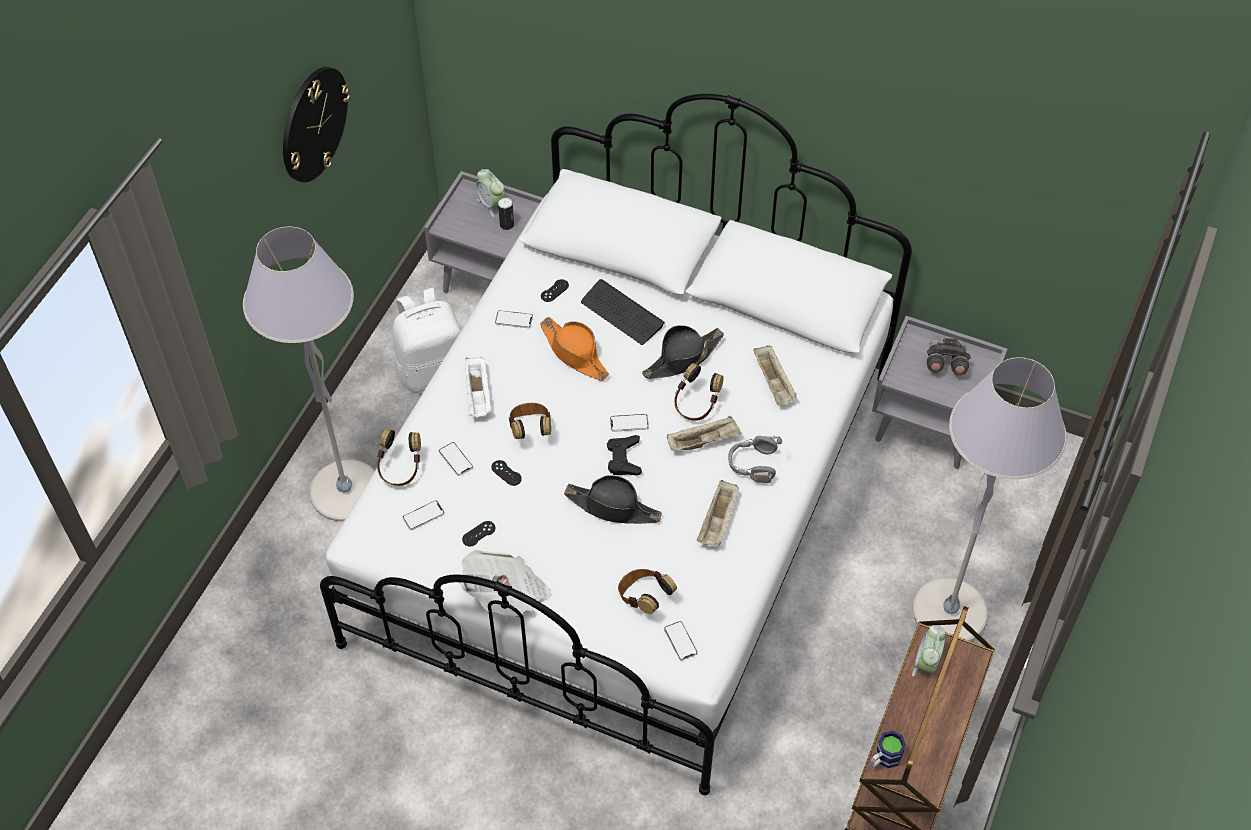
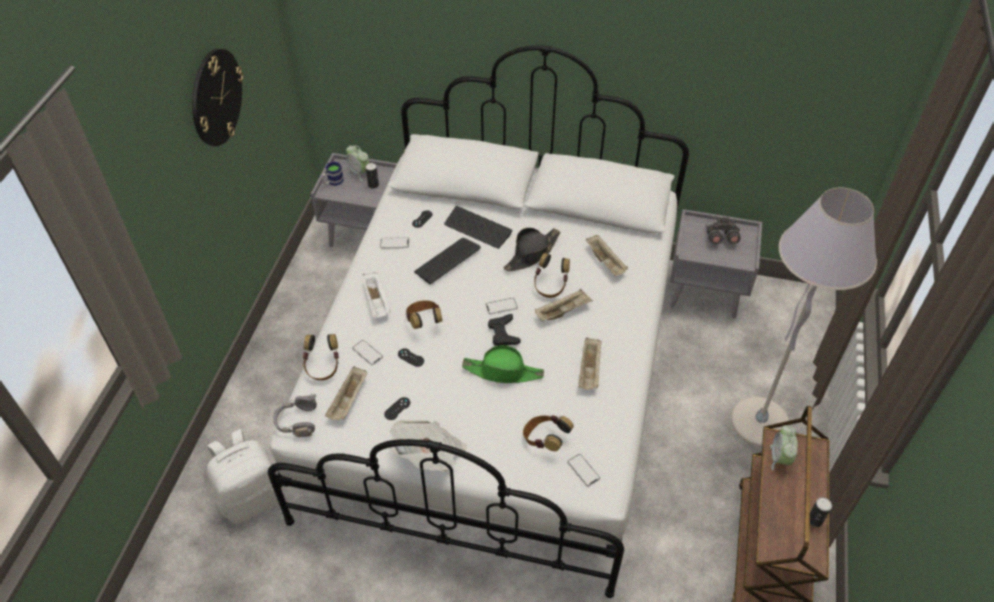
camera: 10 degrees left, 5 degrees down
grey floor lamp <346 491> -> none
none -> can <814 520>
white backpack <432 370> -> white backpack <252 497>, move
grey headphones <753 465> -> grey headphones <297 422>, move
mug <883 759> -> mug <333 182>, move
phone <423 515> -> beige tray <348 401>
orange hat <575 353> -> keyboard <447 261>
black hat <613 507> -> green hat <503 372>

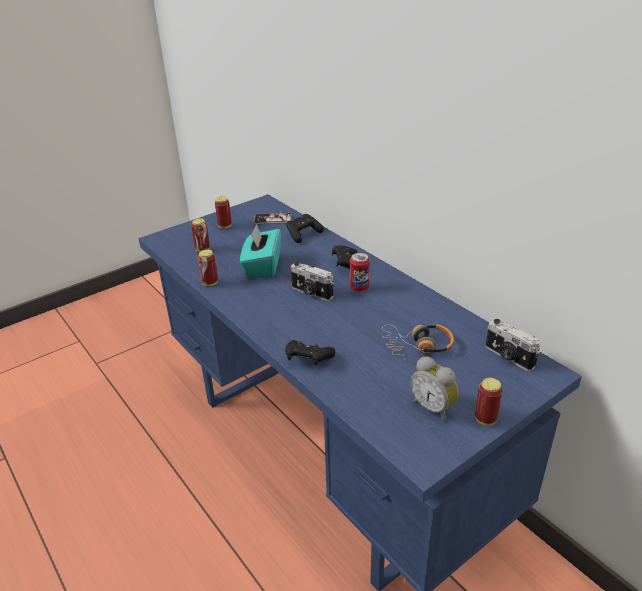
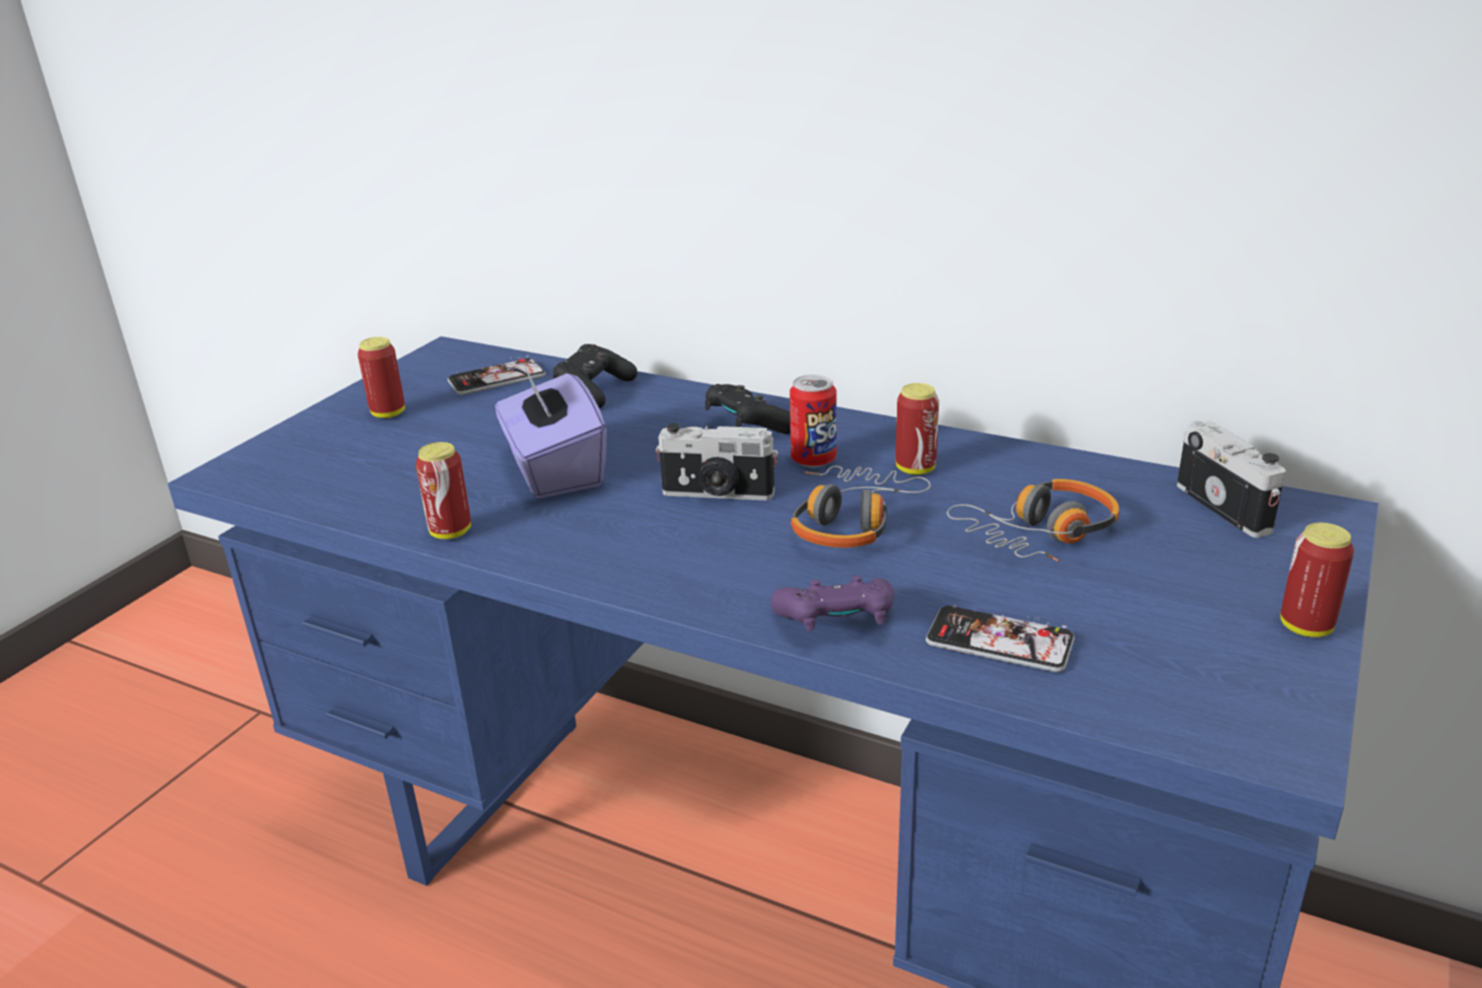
camera: 25 degrees left, 5 degrees down
alarm clock <433 407> -> none
none -> headphones <851 520>
none -> phone <999 641>
can <202 250> -> can <915 469>, move
turquoise tissue box <262 267> -> purple tissue box <554 471>
black game controller <308 360> -> purple game controller <837 624>
photo camera <508 357> -> photo camera <1226 507>, 135 degrees counterclockwise

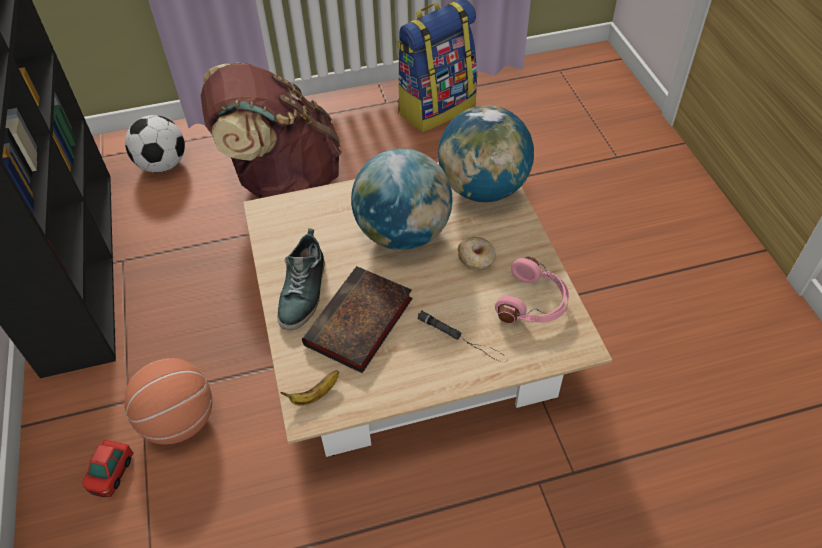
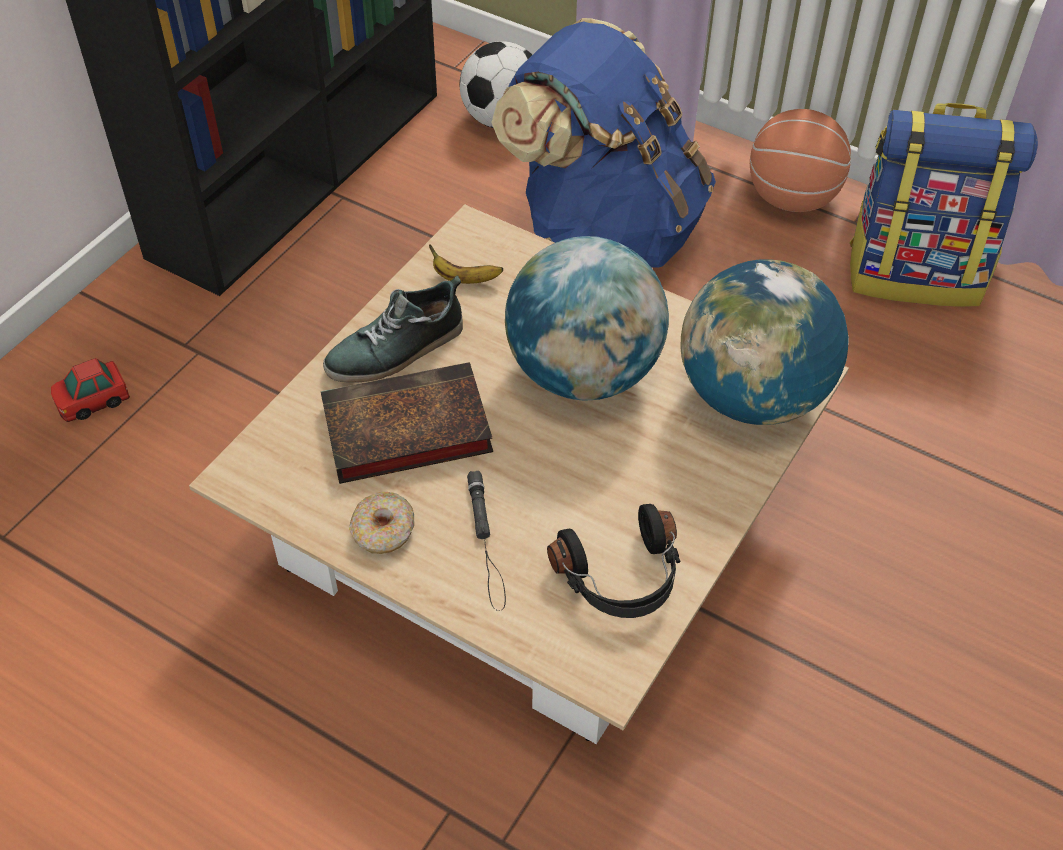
camera: 45 degrees right, 0 degrees up
basketball <180 420> -> basketball <792 198>, move
banana <315 395> -> banana <464 279>, move
donut <476 258> -> donut <383 531>, move
brown backpack <282 182> -> blue backpack <604 231>
pink headphones <533 303> -> black headphones <621 578>

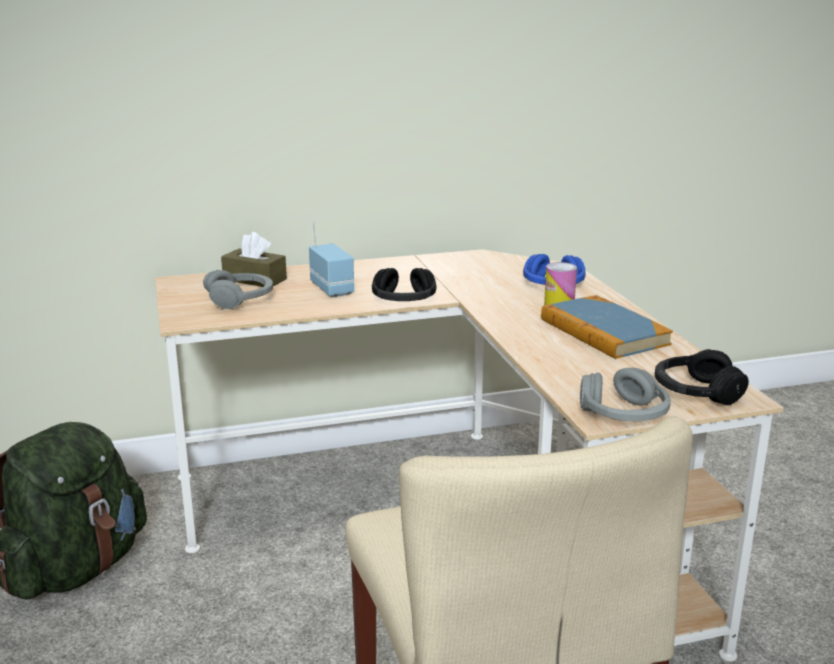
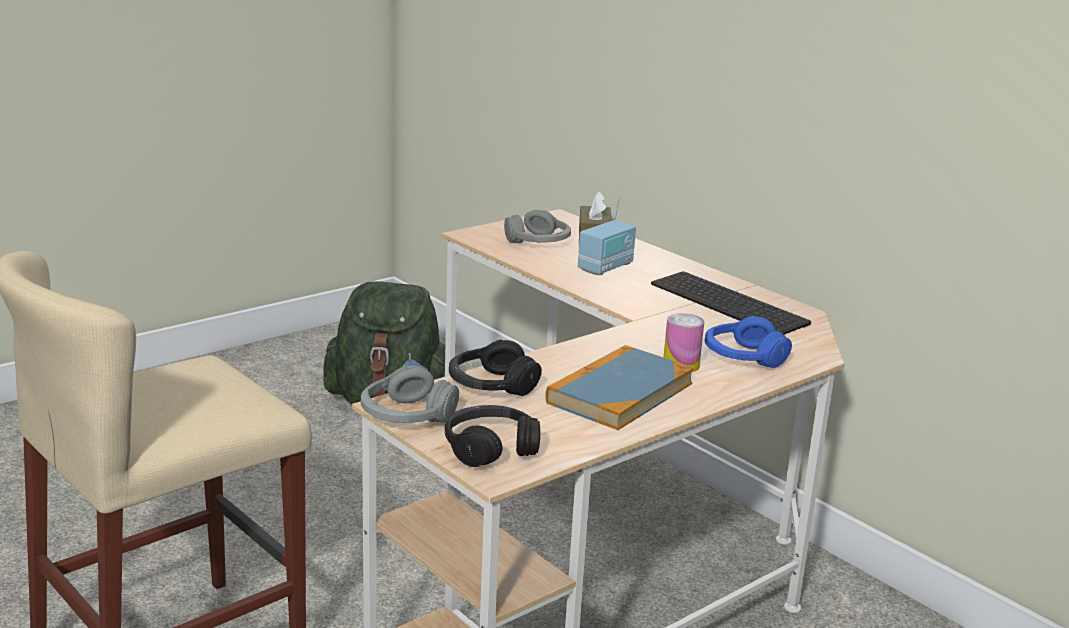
camera: 65 degrees right, 0 degrees up
none -> keyboard <731 303>
black headphones <404 300> -> black headphones <491 385>, move

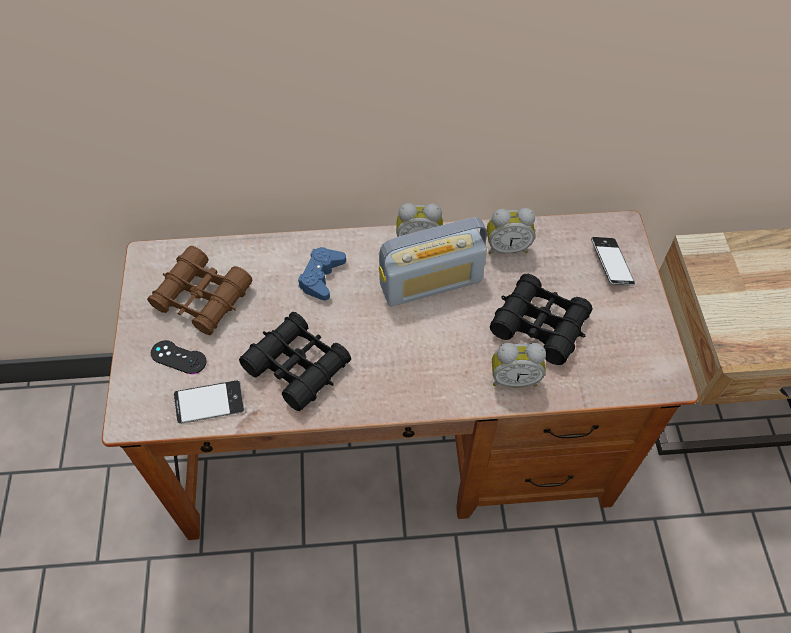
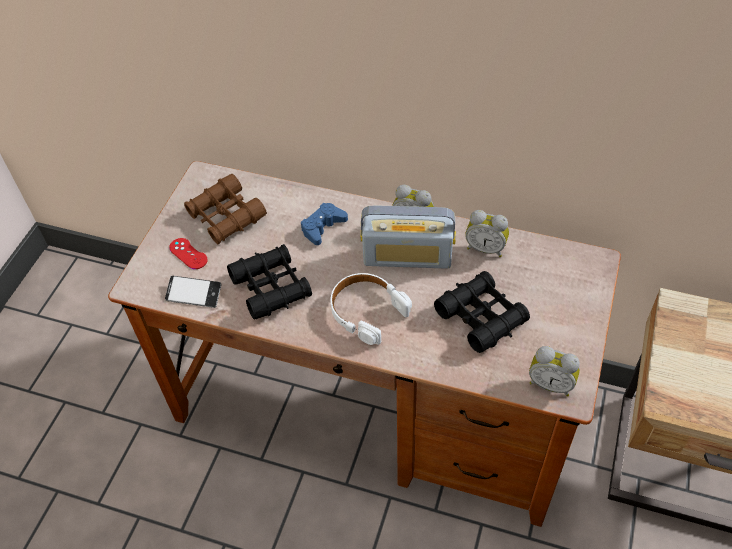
camera: 25 degrees right, 5 degrees down
phone <611 264> -> none
none -> white headphones <367 311>
alarm clock <513 378> -> alarm clock <550 383>, move
black game controller <178 357> -> red game controller <188 254>

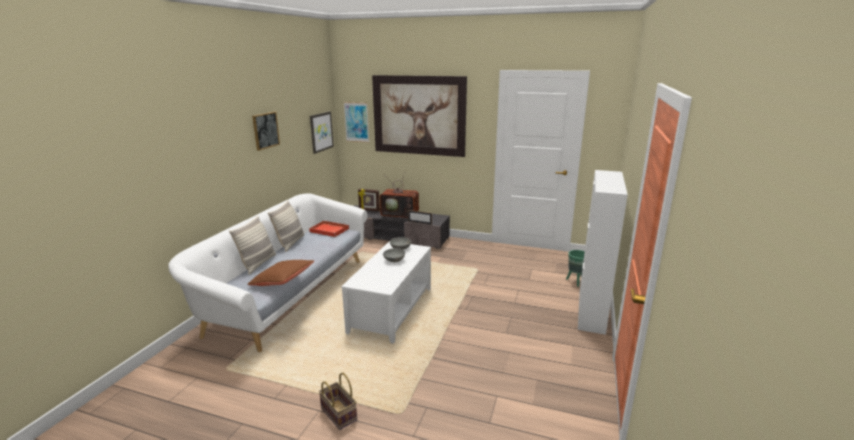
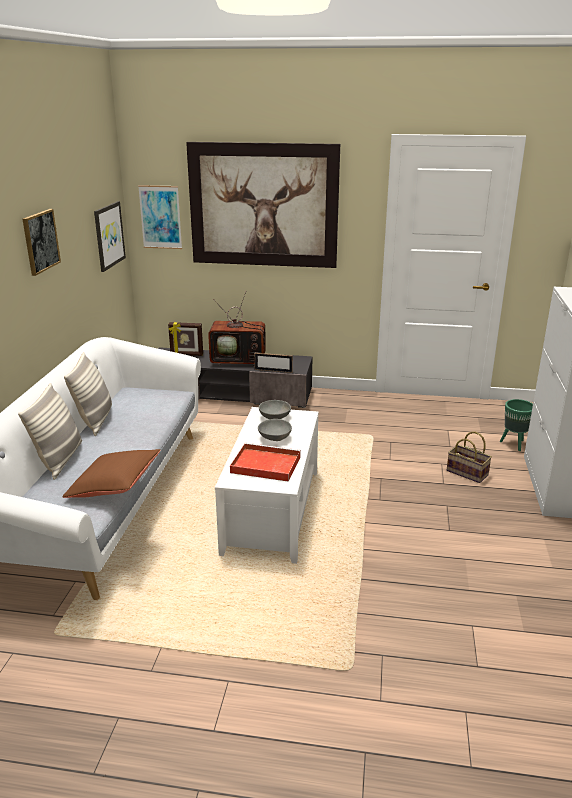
camera: 10 degrees left, 5 degrees up
red tray <328 230> -> red tray <264 465>, move
basket <340 414> -> basket <468 473>, move

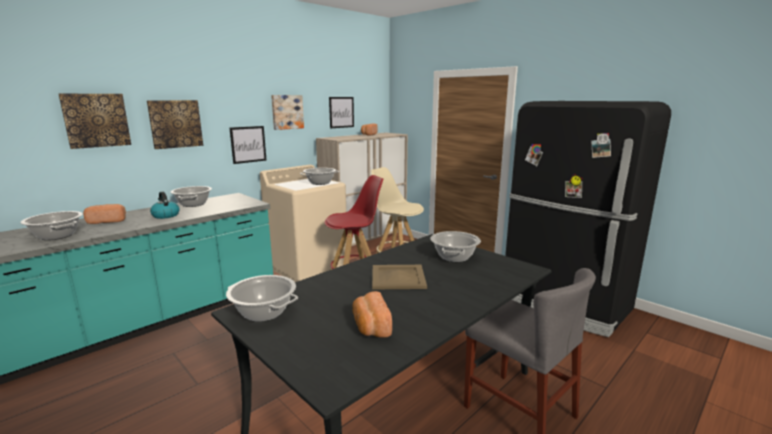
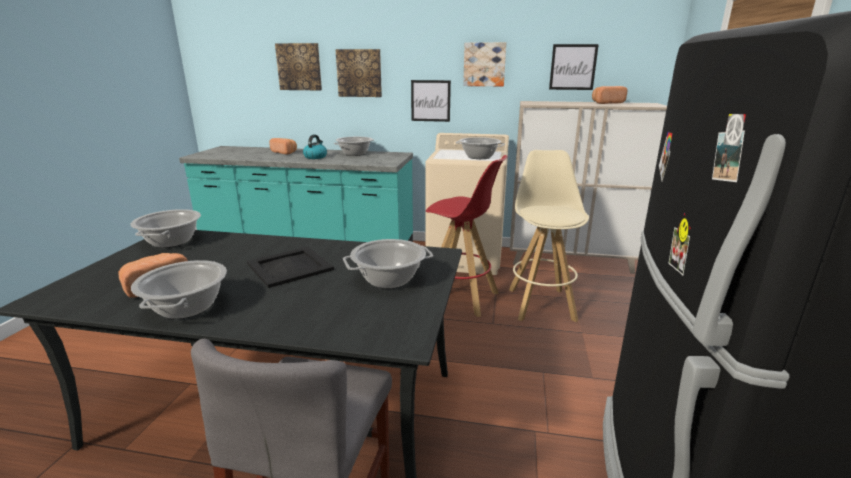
camera: 55 degrees right, 5 degrees up
cooking pot <57 236> -> cooking pot <187 307>, move
beige tray <398 277> -> black tray <290 267>

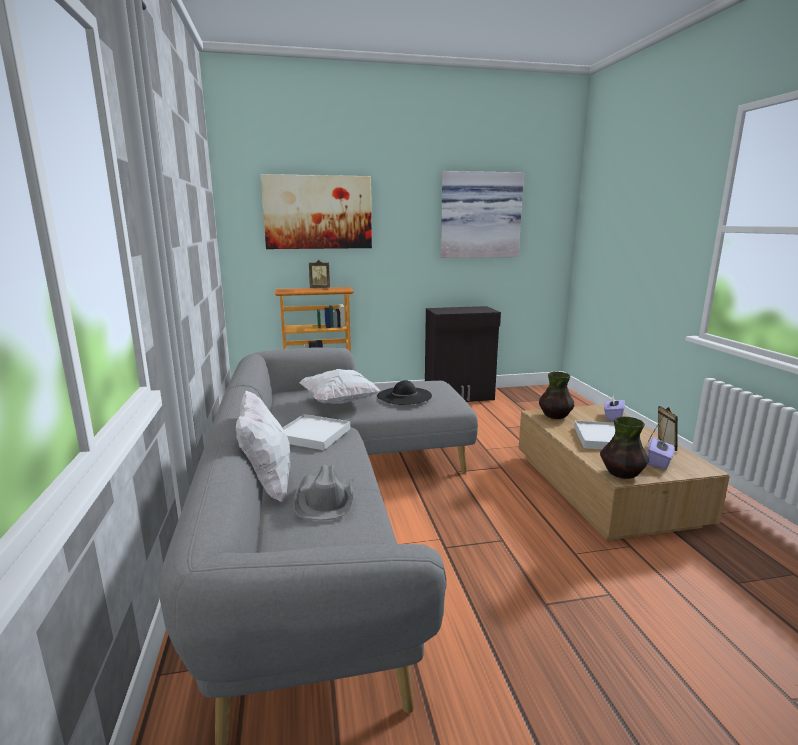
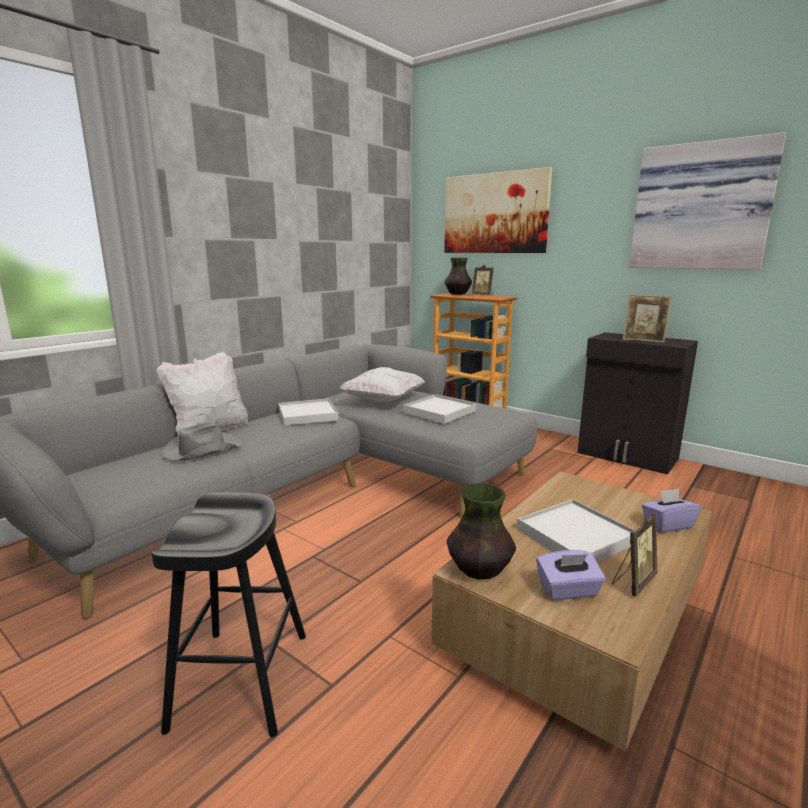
camera: 50 degrees right, 0 degrees up
none -> black stool <241 679>
none -> picture frame <643 341>
vase <555 416> -> vase <457 294>, move
black hat <404 396> -> white tray <439 411>

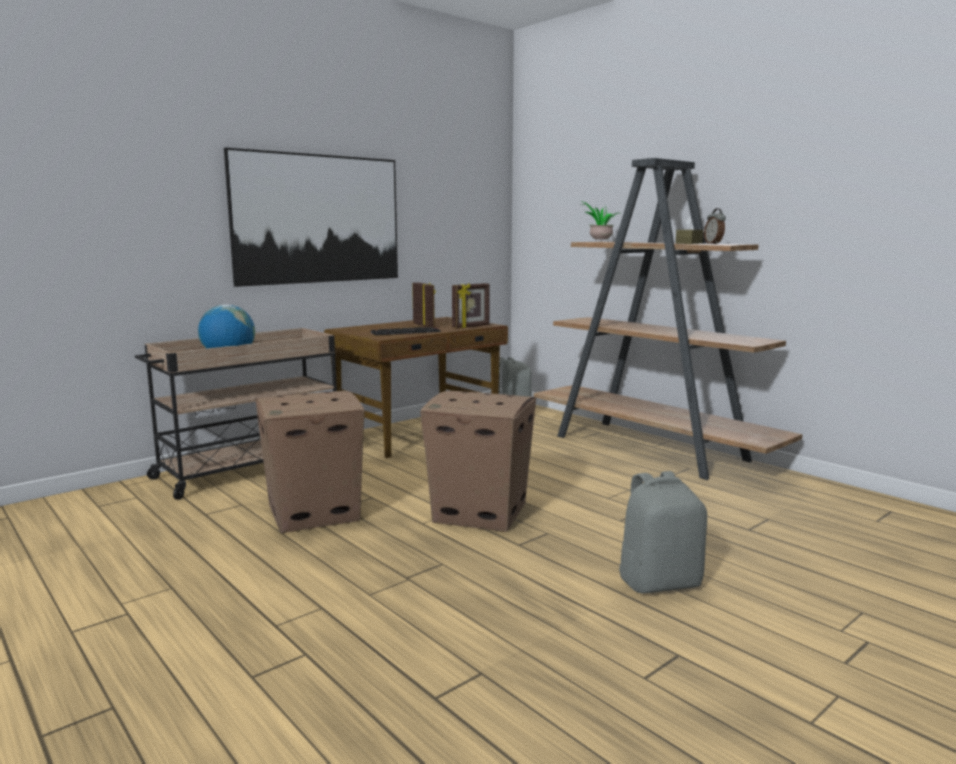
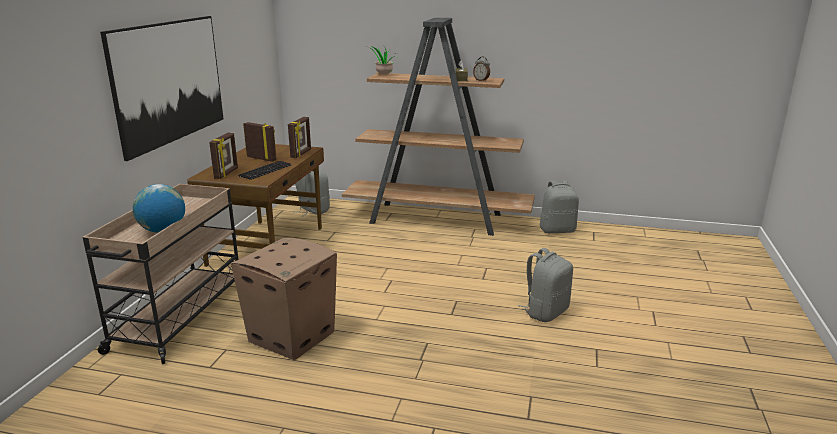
camera: 35 degrees left, 10 degrees up
cardboard box <481 512> -> none
none -> picture frame <227 173>
none -> grey backpack <557 230>

